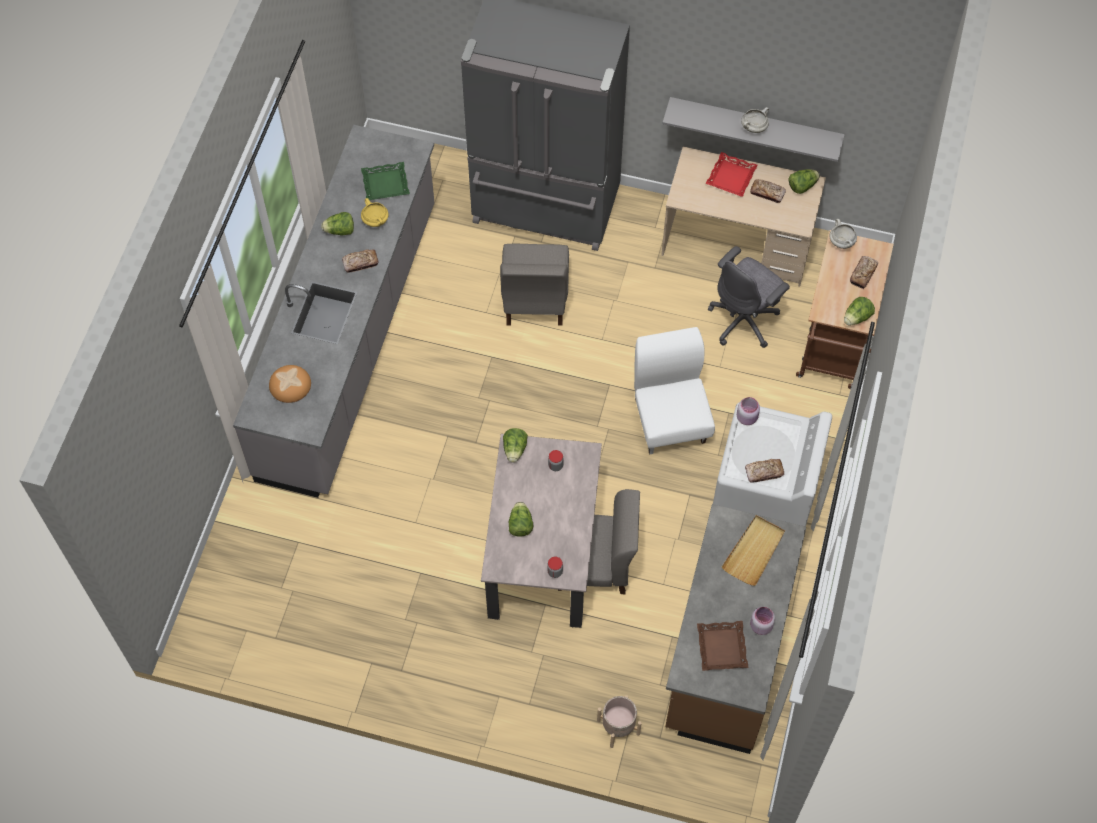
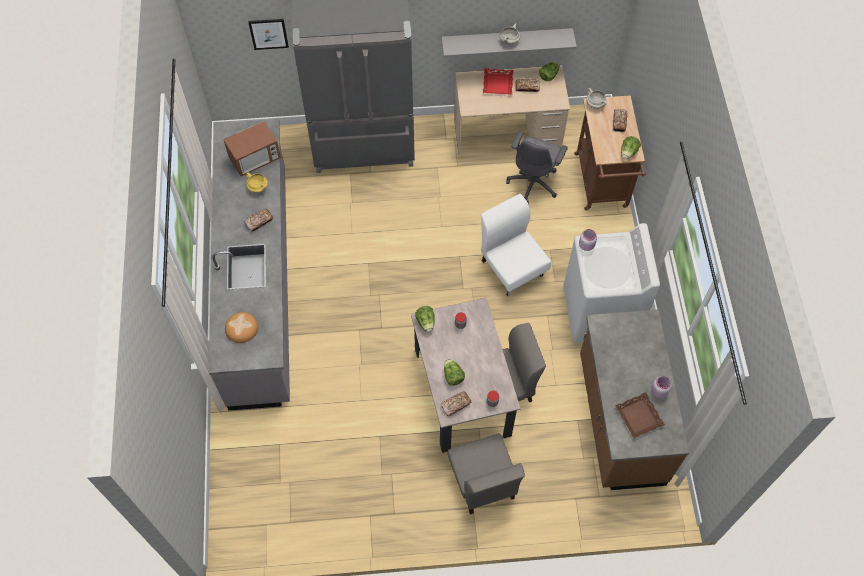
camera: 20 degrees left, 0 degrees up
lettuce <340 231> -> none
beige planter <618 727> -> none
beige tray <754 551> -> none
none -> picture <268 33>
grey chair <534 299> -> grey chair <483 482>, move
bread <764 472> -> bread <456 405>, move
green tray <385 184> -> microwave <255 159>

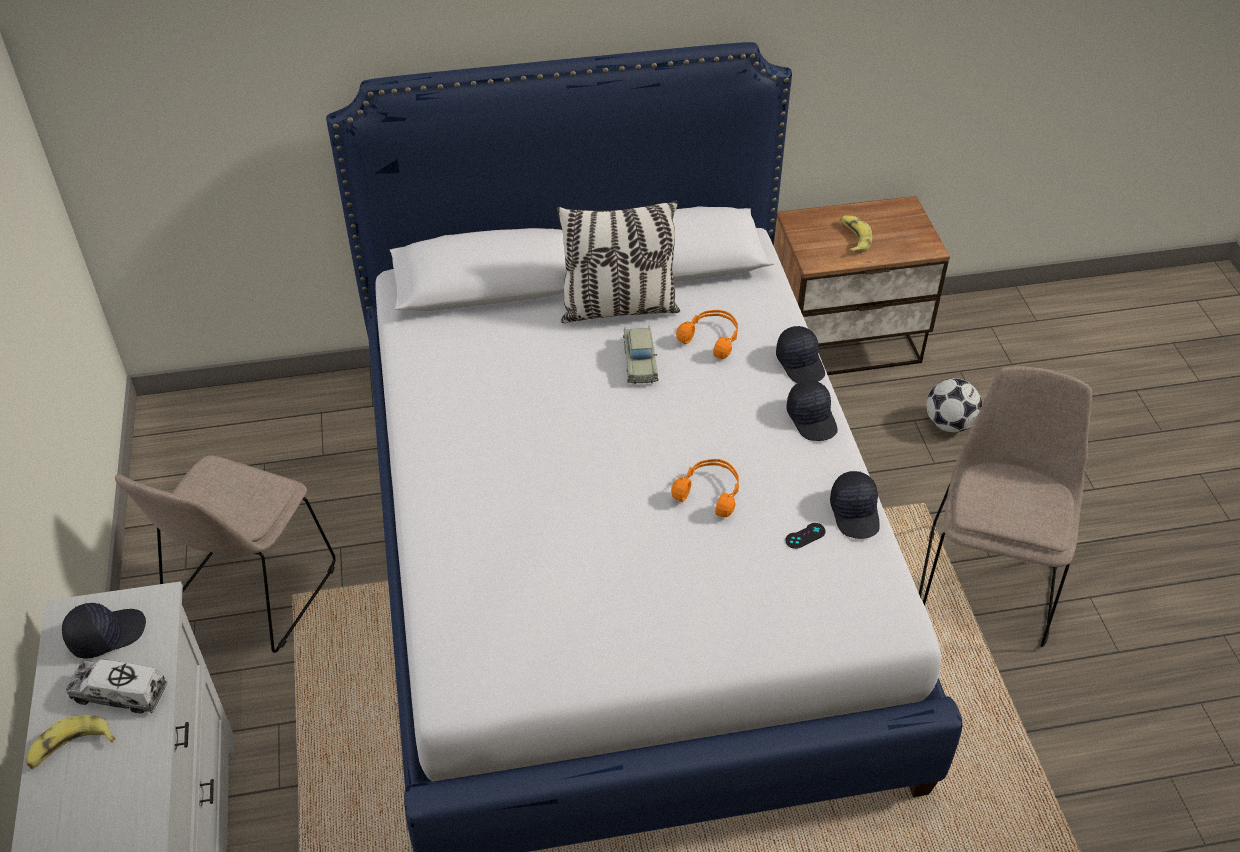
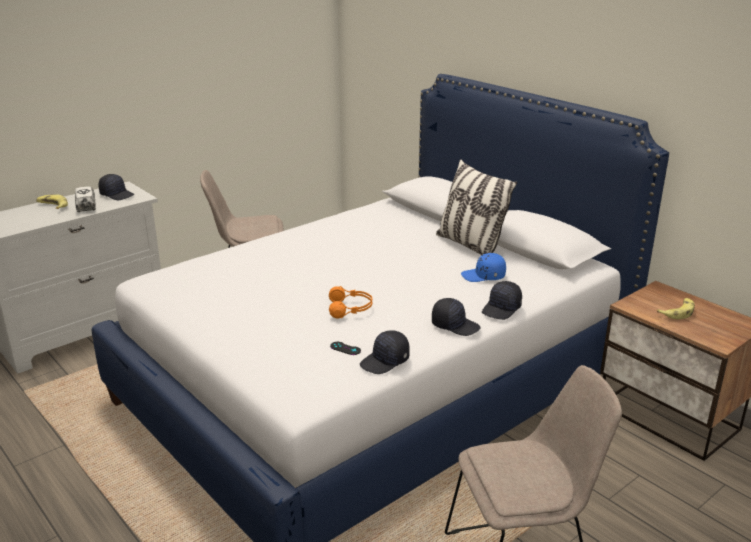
camera: 60 degrees right, 20 degrees down
beige toy car <640 361> -> none
football <949 423> -> none
orange headphones <711 338> -> blue cap <483 276>
black cap <812 418> -> black cap <455 325>, 105 degrees counterclockwise

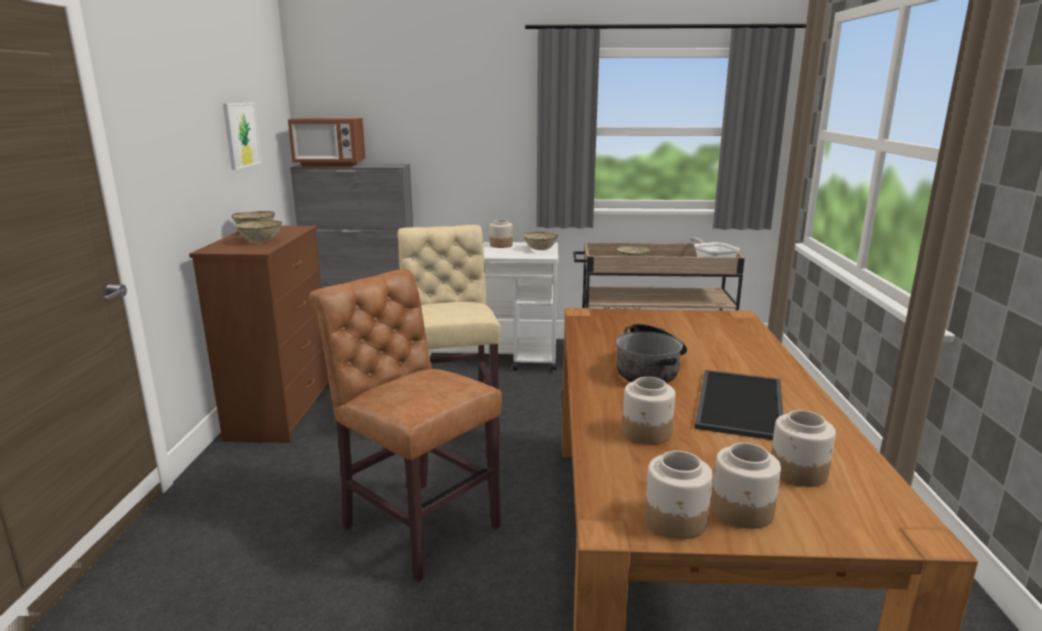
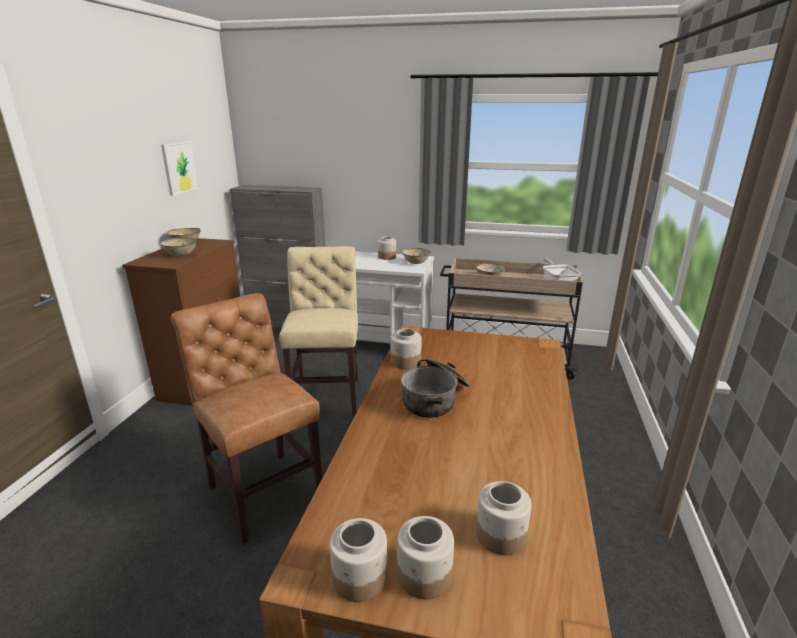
camera: 10 degrees right, 5 degrees up
microwave <330 164> -> none
tray <737 403> -> none
jar <647 432> -> jar <406 362>, move

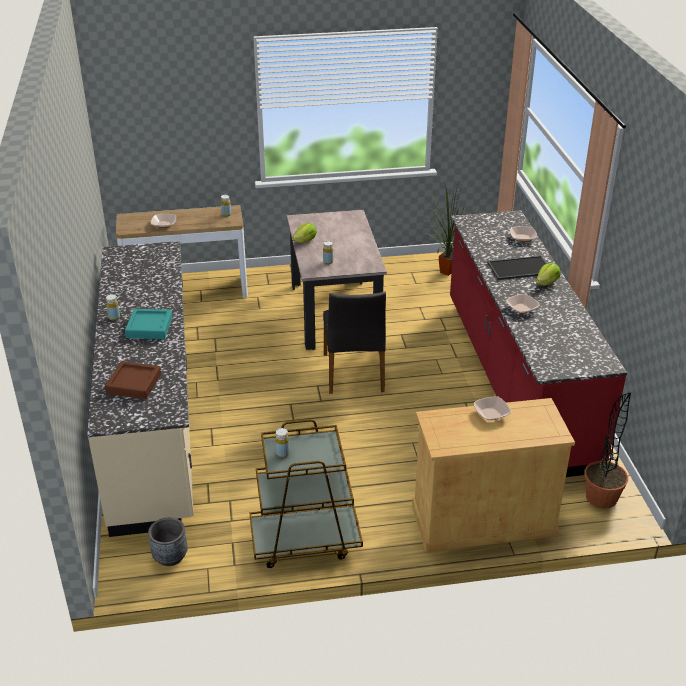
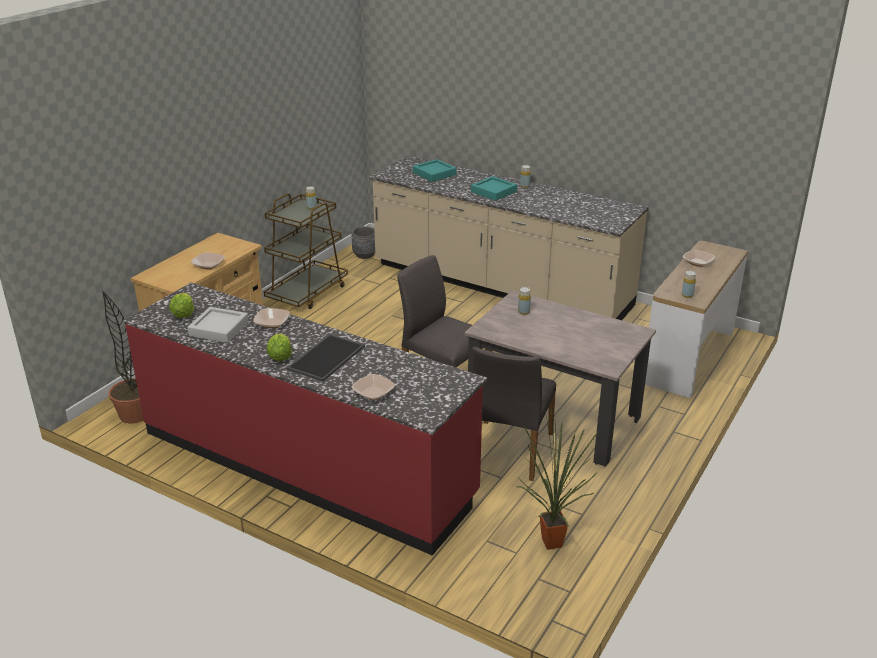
camera: 130 degrees right, 5 degrees down
none -> grey tray <219 329>
none -> grey chair <509 450>
lettuce <305 241> -> lettuce <183 315>, move
brown tray <134 384> -> turquoise tray <434 174>

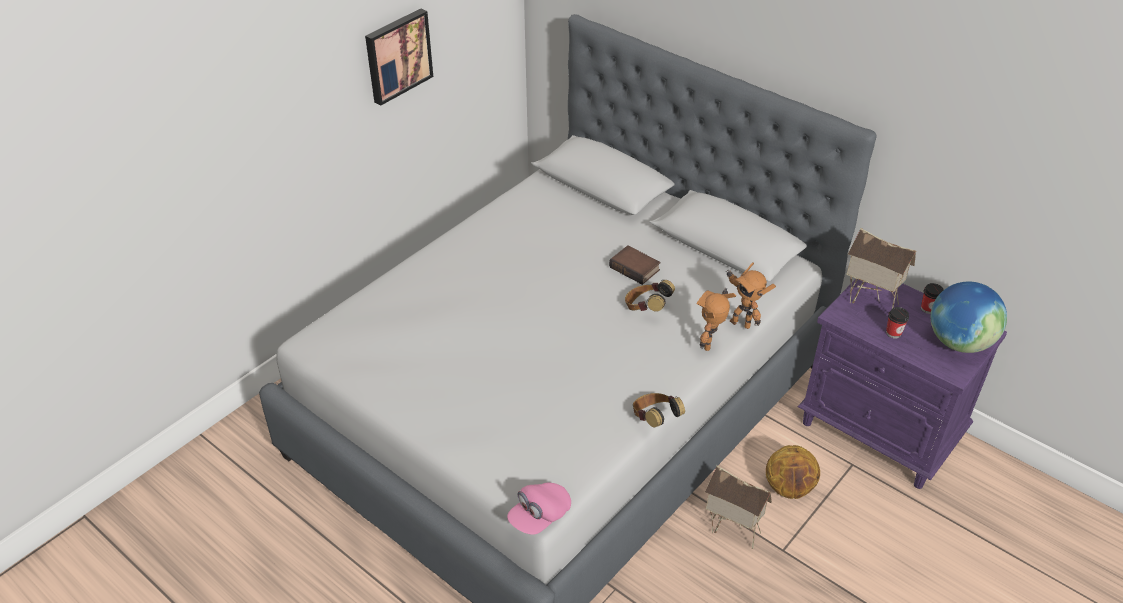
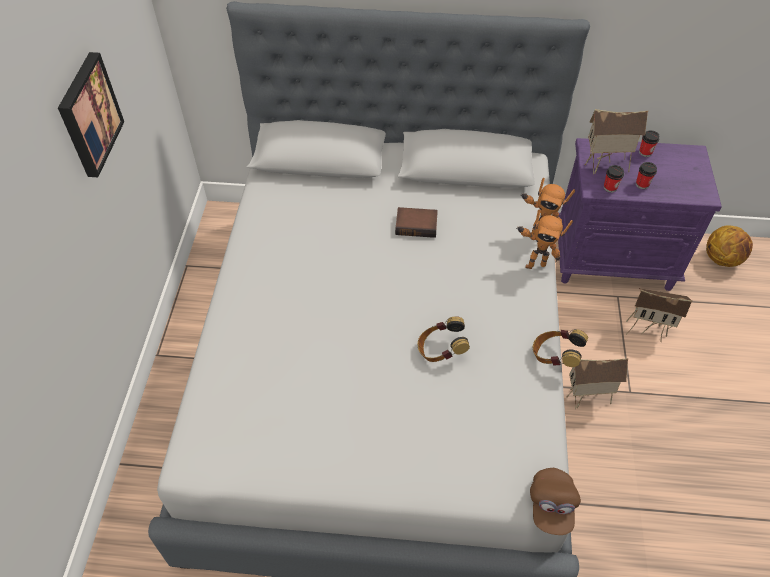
camera: 35 degrees left, 10 degrees up
globe <959 342> -> none
none -> cup <610 188>
none -> toy house <647 329>
headphones <646 308> -> headphones <440 350>, move
basketball <789 488> -> basketball <722 259>, move
pink cap <539 516> -> brown cap <551 506>
toy robot <711 345> -> toy robot <534 264>, 75 degrees counterclockwise

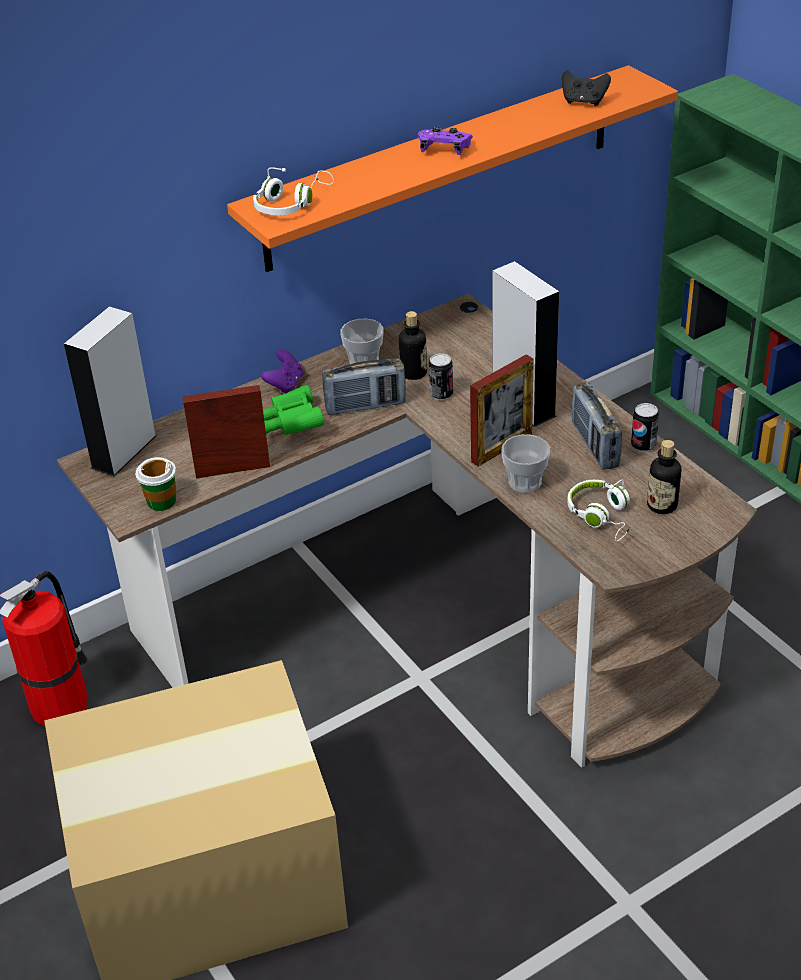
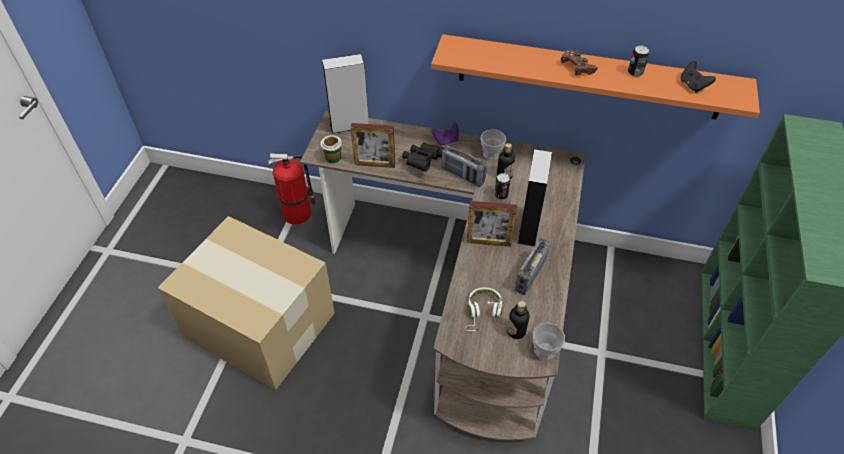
camera: 45 degrees right, 10 degrees up
white headphones <290 204> -> none
cup <525 482> -> cup <544 350>, move
can <643 445> -> can <635 73>, move
green binoculars <291 425> -> black binoculars <423 161>
purple game controller <444 150> -> brown game controller <577 68>
picture frame <232 469> -> picture frame <375 164>, 150 degrees clockwise

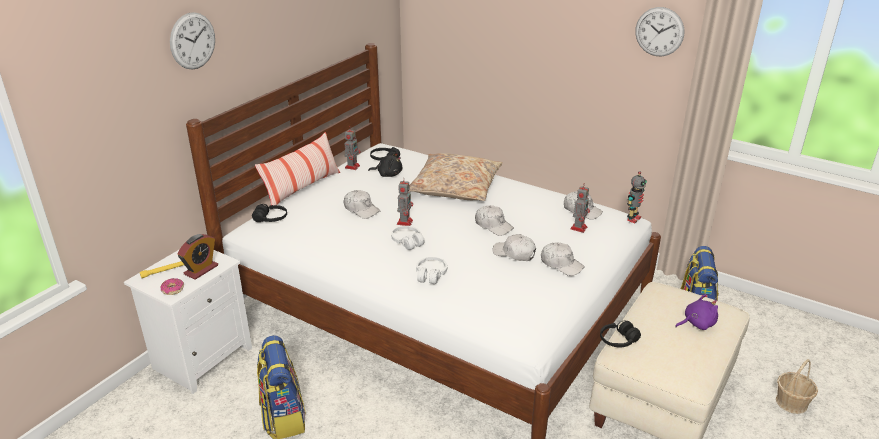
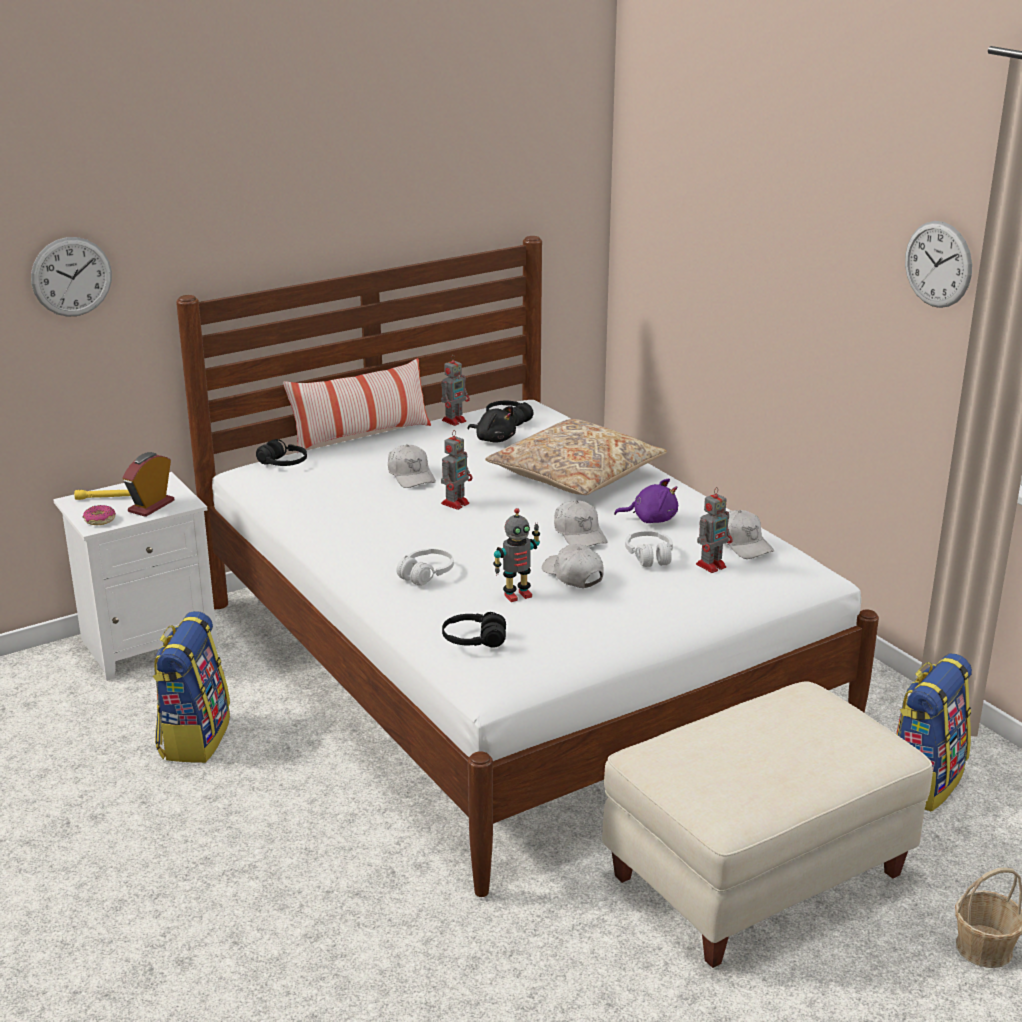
camera: 25 degrees right, 5 degrees down
white cap <561 264> -> none
wall clock <192 41> -> wall clock <71 277>, move
white headphones <407 242> -> white headphones <649 556>, move
black headphones <618 340> -> black headphones <474 640>, move
toy robot <632 219> -> toy robot <517 595>, move
purple plush toy <696 323> -> purple plush toy <651 519>, move
alarm clock <201 270> -> alarm clock <151 506>, 150 degrees clockwise

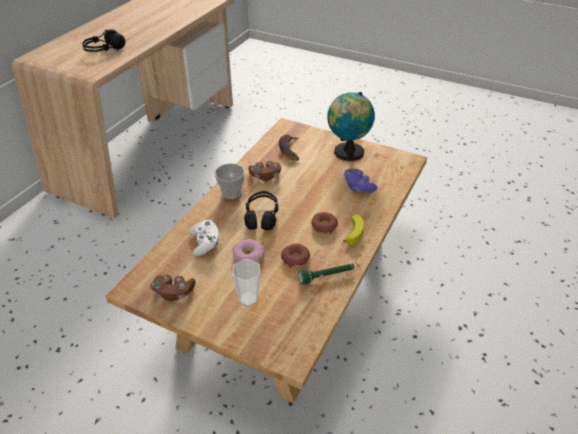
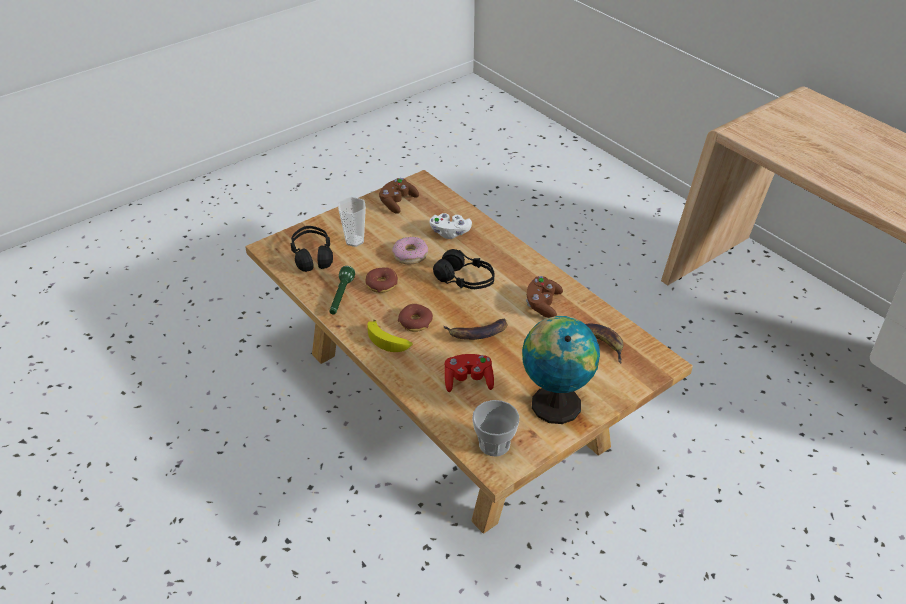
camera: 115 degrees right, 0 degrees up
none -> banana <477 333>
black headphones <104 50> -> black headphones <312 256>, move
cup <231 193> -> cup <494 444>, move
purple game controller <358 187> -> red game controller <468 381>

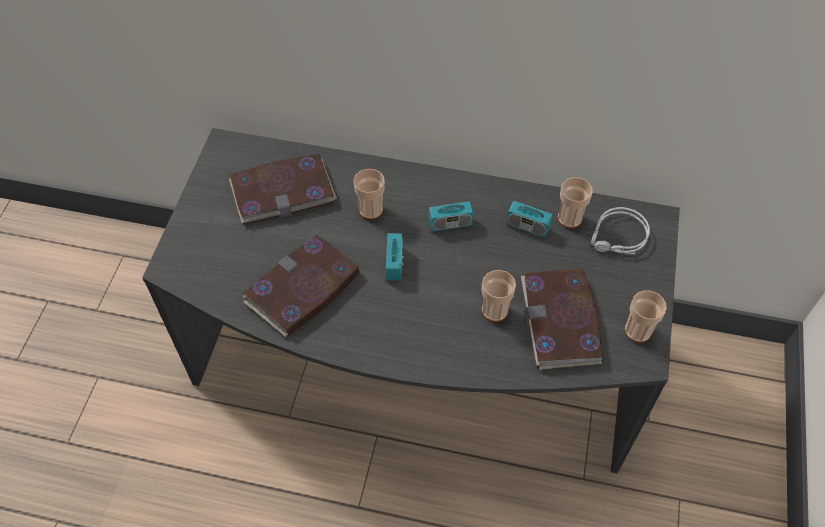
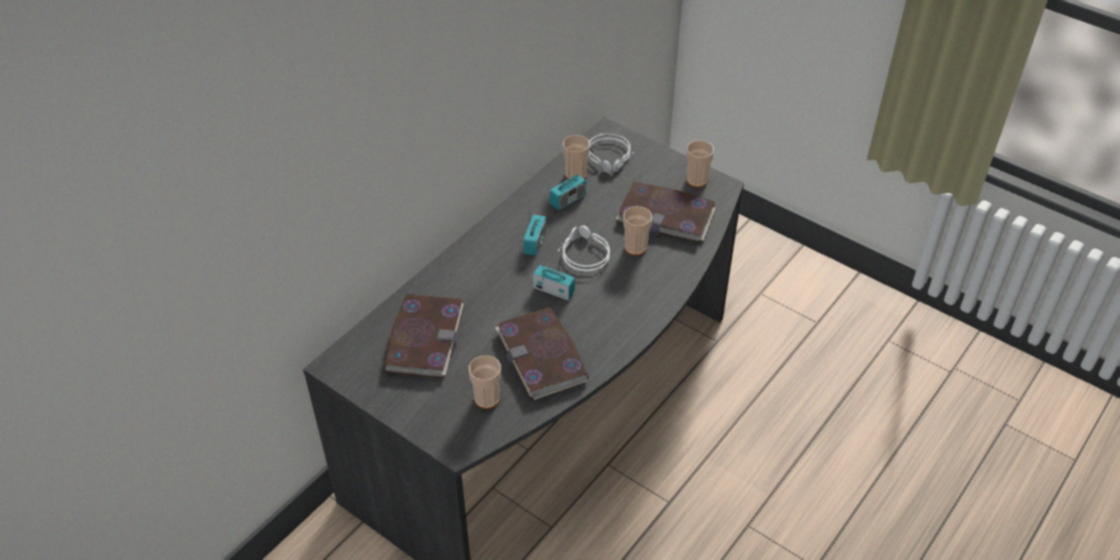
camera: 65 degrees left, 10 degrees down
none -> white headphones <583 253>
cup <370 209> -> cup <487 399>, move

